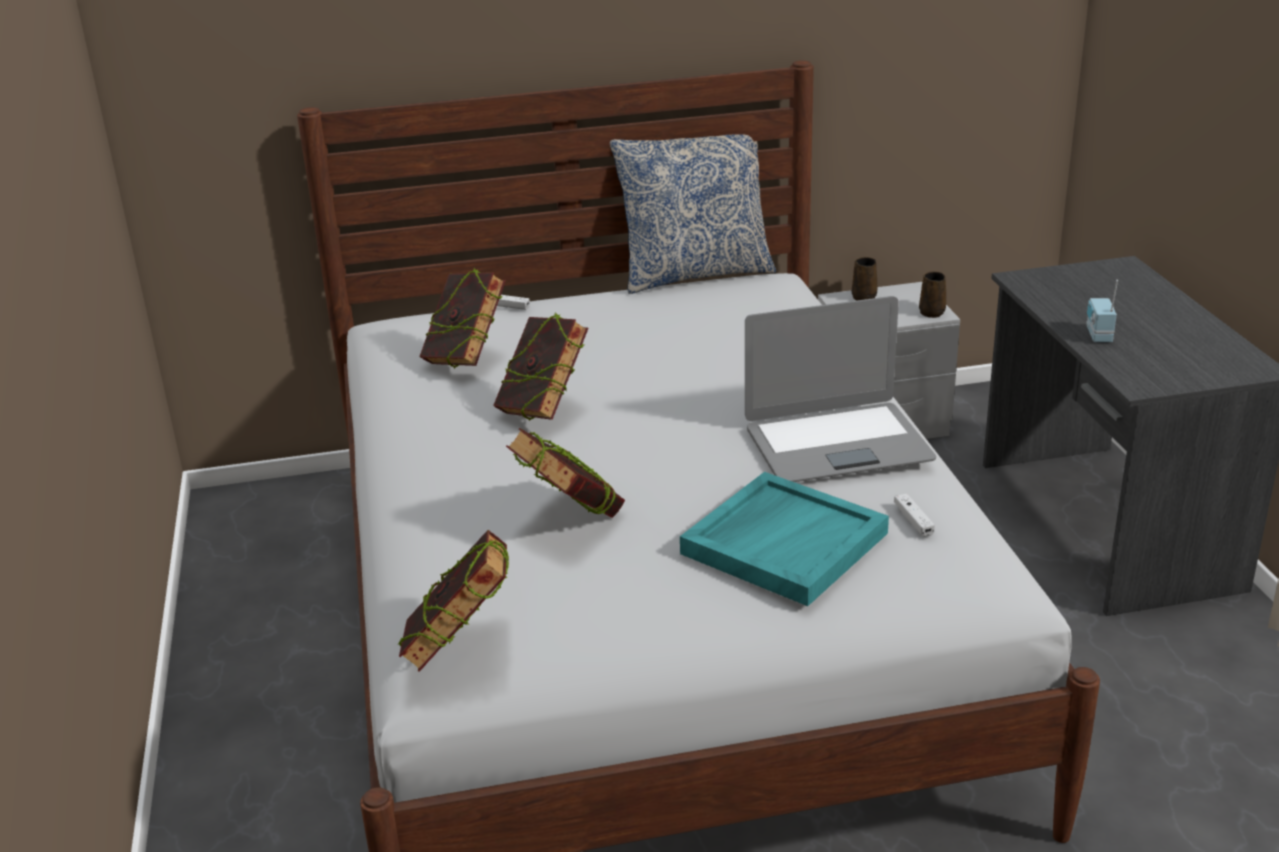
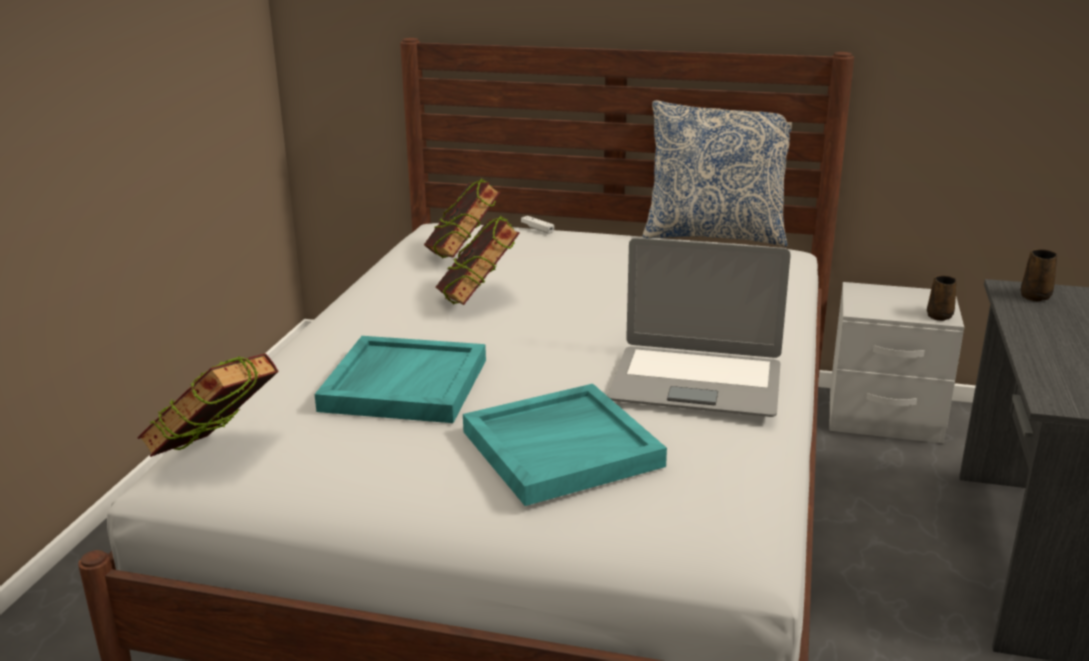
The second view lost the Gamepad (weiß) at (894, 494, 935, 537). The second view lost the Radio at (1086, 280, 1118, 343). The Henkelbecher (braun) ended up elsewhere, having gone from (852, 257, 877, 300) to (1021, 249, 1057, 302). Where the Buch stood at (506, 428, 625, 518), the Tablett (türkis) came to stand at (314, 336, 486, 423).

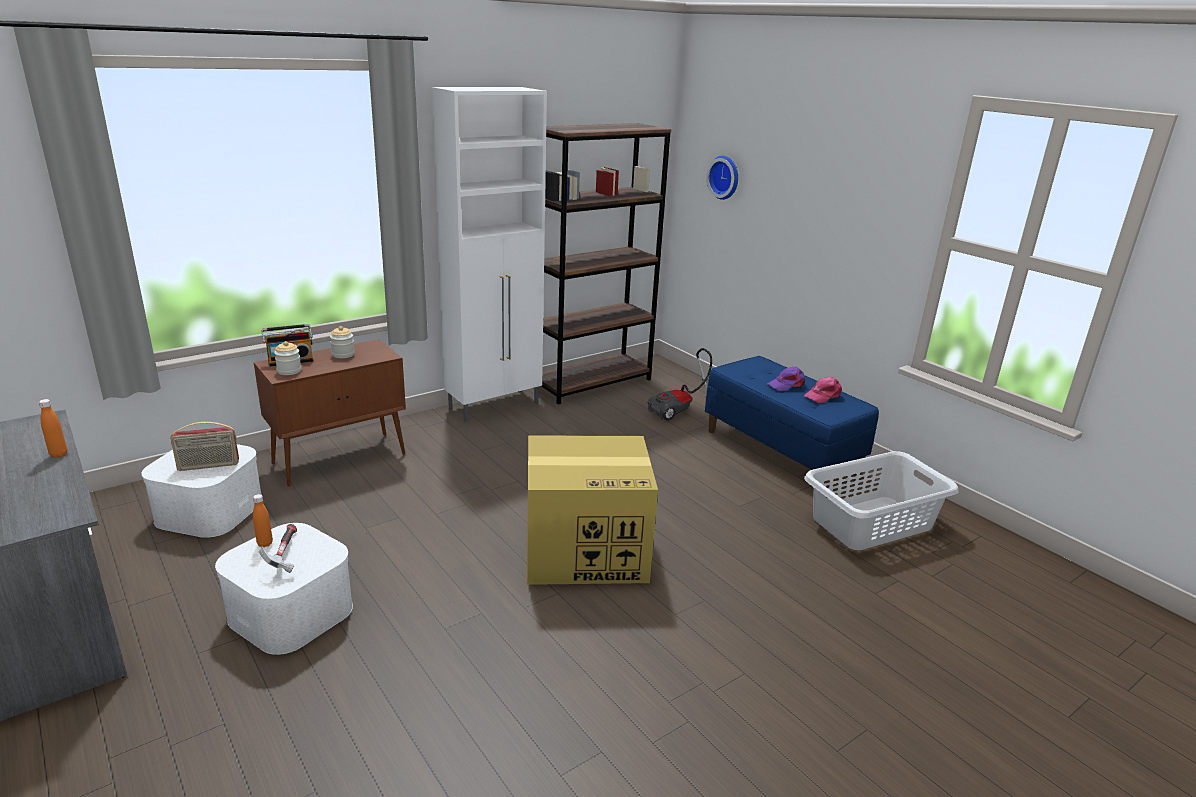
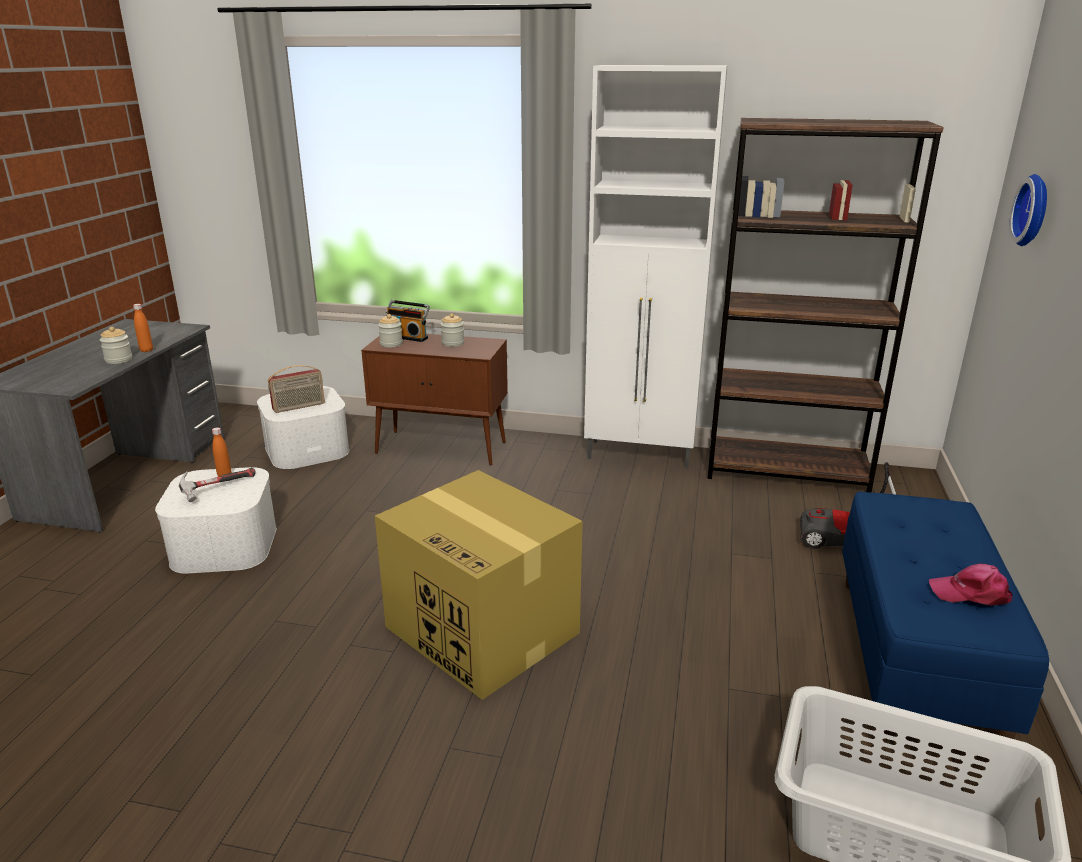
The second view lost the Kappe (lila) at (767, 367, 805, 391). The second view gained the Vorratsglas at (100, 327, 132, 364). The Radio at (170, 422, 239, 471) ended up facing another way, 60 degrees counterclockwise from before.

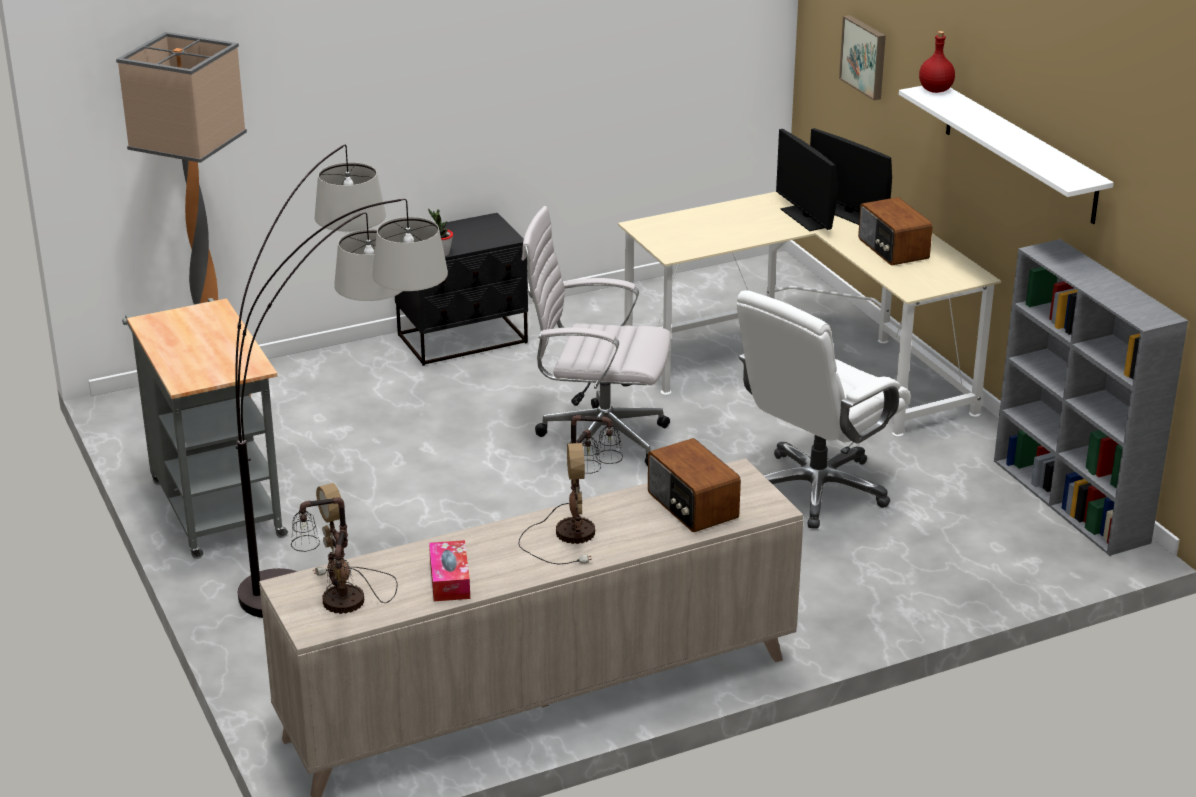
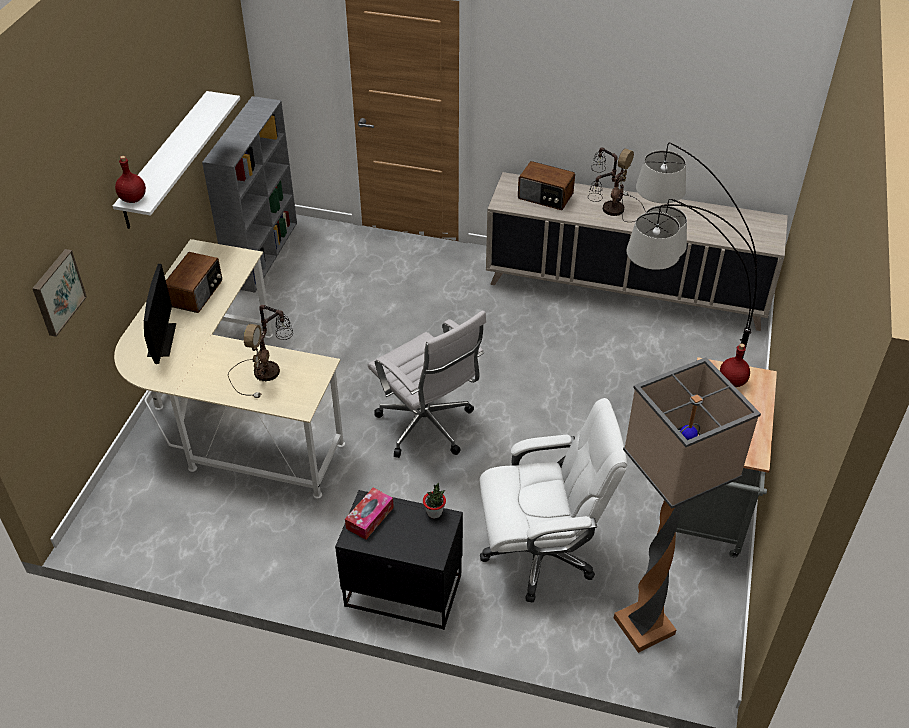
The second view lost the Monitor at (776, 129, 837, 231). The second view gained the Flasche (rot) at (720, 343, 750, 387). The Tischlampe ended up elsewhere, having gone from (291, 483, 397, 614) to (228, 305, 293, 398). The Taschentuchbox ended up elsewhere, having gone from (429, 540, 470, 601) to (345, 488, 394, 540). The Bürostuhl (weiß) ended up elsewhere, having gone from (737, 291, 911, 529) to (480, 398, 627, 603). The Radio at (648, 438, 741, 532) ended up facing another way, 105 degrees clockwise from before.

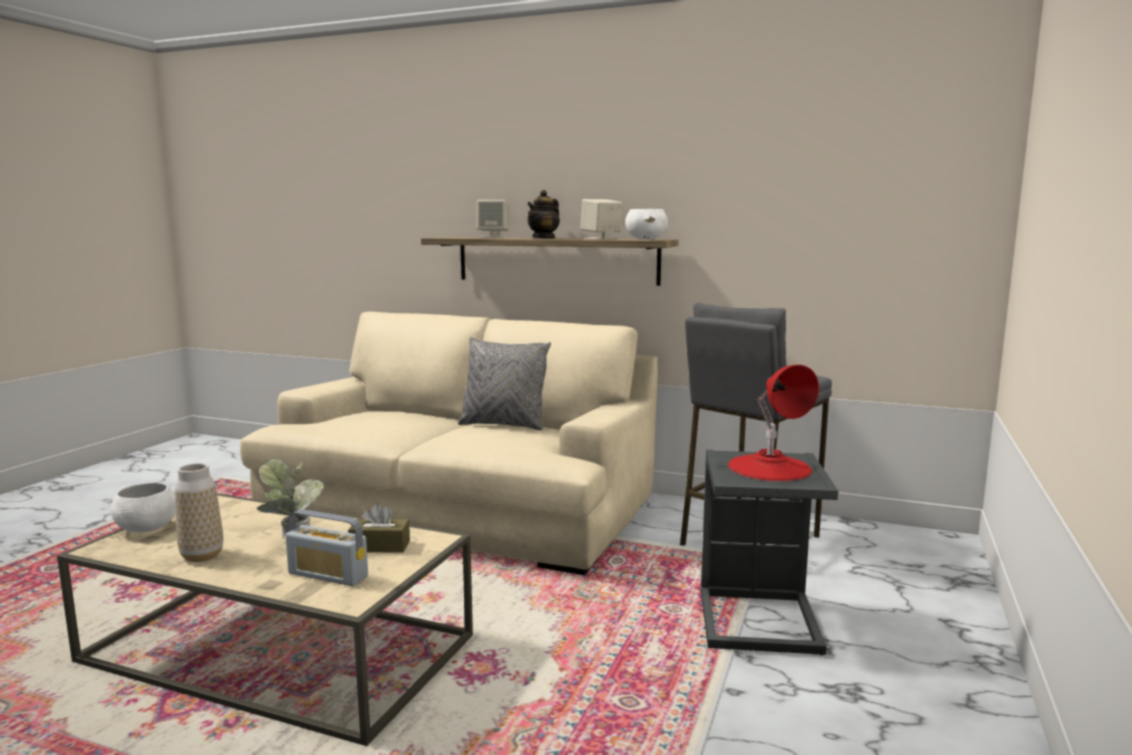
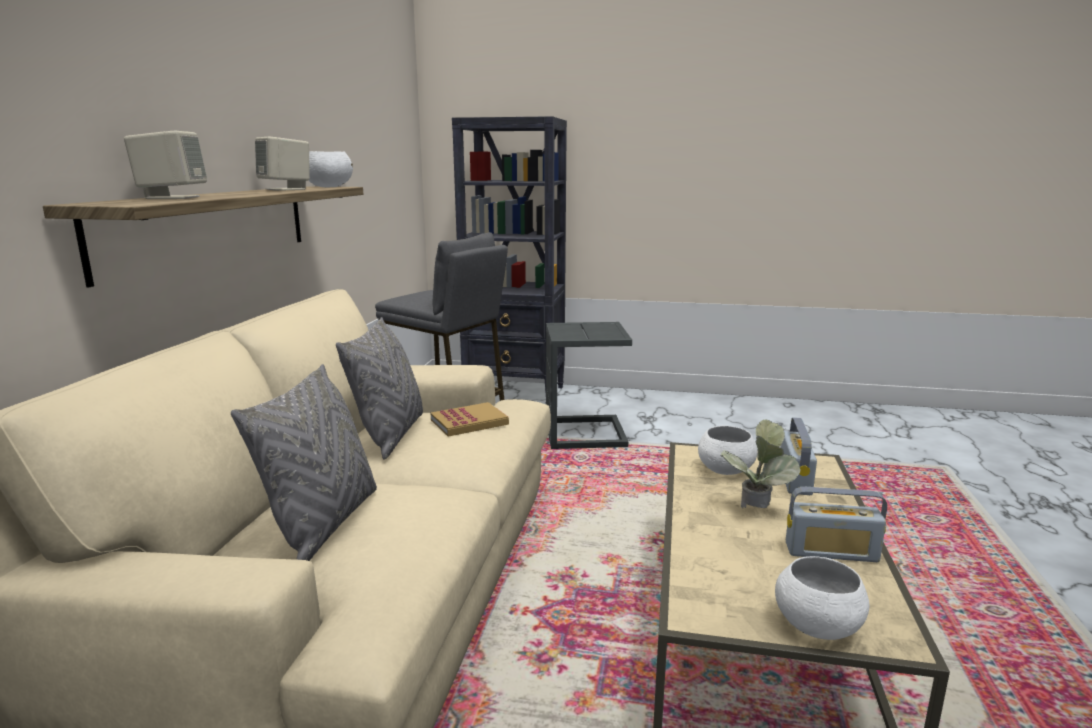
The second view lost the Teekanne at (527, 190, 560, 239). The second view lost the Tischlampe (rot) at (728, 365, 819, 481). The second view gained the Kissen (grau) at (231, 364, 377, 561). The second view gained the Buch at (431, 402, 509, 437). The second view gained the Bücherregal (schwarz) at (452, 116, 567, 392). Where the Vase stood at (175, 463, 223, 562), the Radio came to stand at (786, 487, 887, 562). Where the Taschentuchbox (braun) stood at (348, 503, 410, 553), the Schüssel (weiß) came to stand at (698, 425, 758, 475).

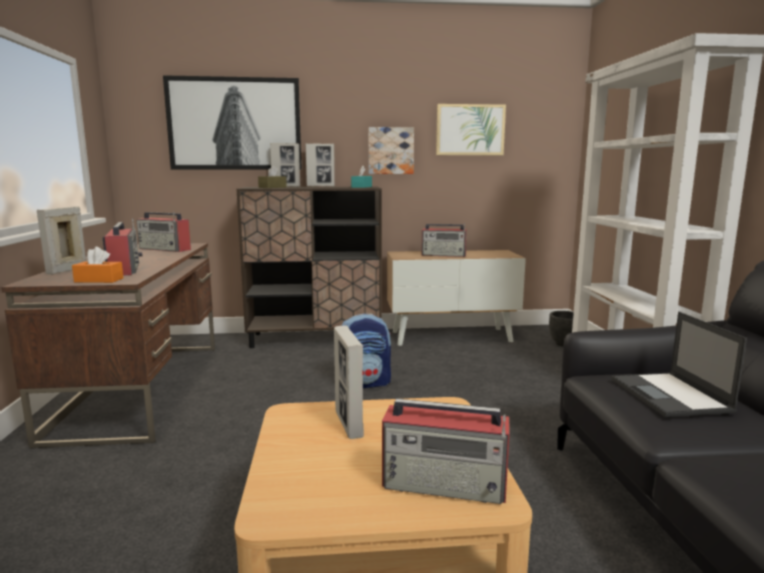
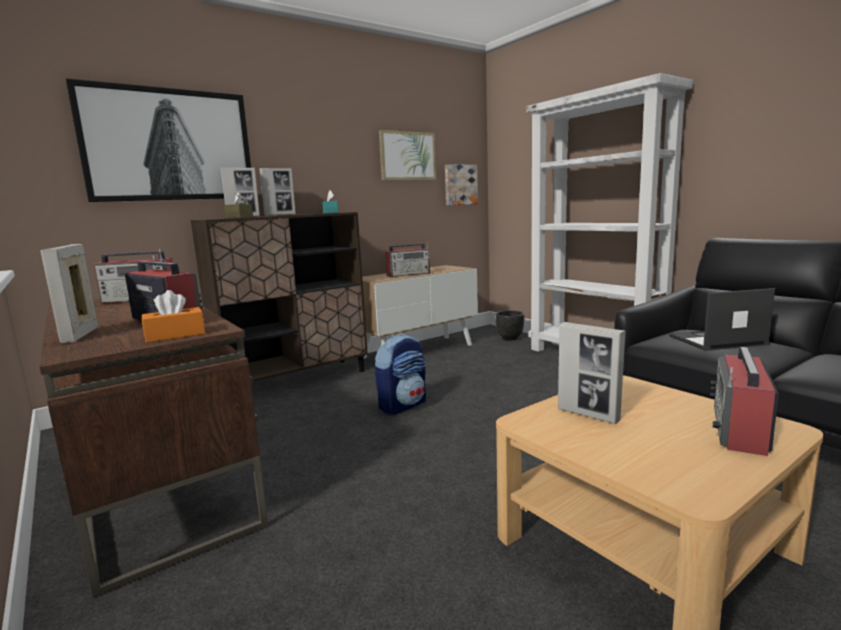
The Bild ended up elsewhere, having gone from (368, 127, 414, 174) to (445, 164, 478, 206). The Radio at (382, 399, 510, 504) ended up facing another way, 135 degrees clockwise from before. The Laptop at (612, 312, 747, 417) ended up facing another way, 120 degrees clockwise from before.

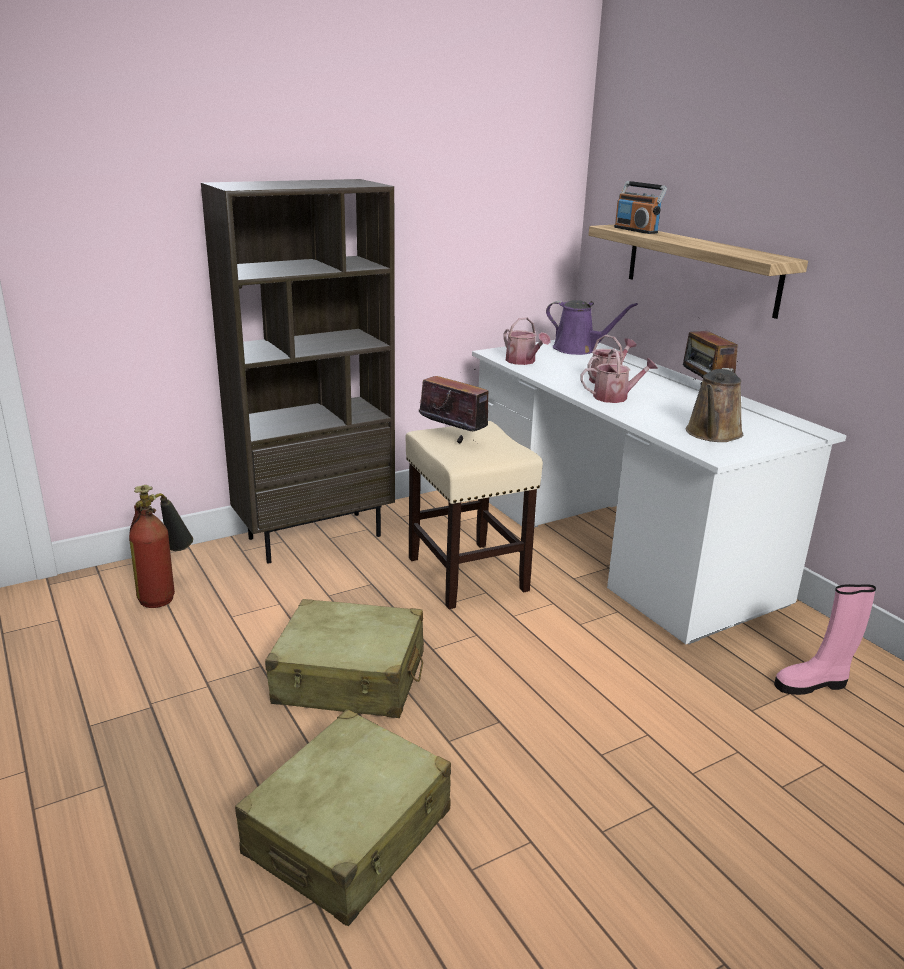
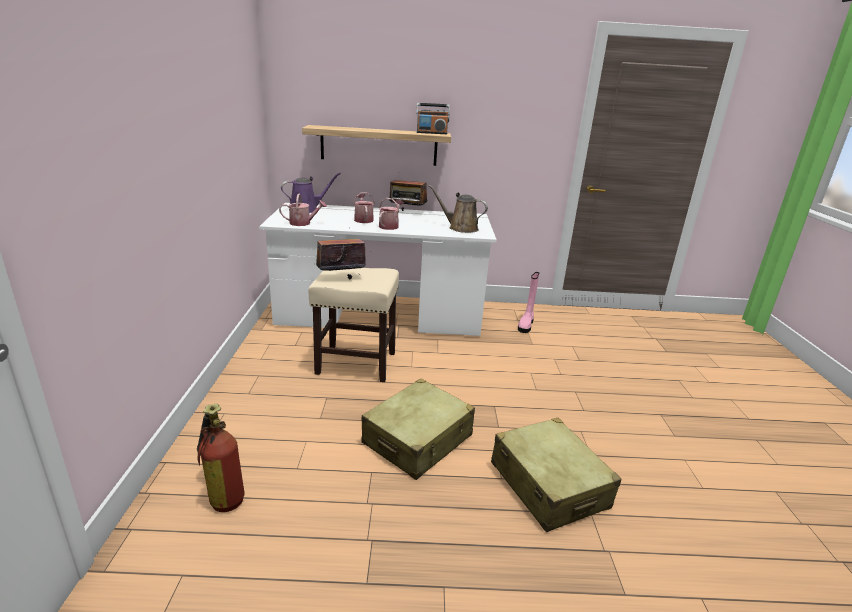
The second view lost the Bücherregal (braun) at (201, 179, 395, 564). The Radio ended up elsewhere, having gone from (614, 181, 667, 234) to (416, 103, 450, 134). The Gießkanne (braun) at (686, 368, 743, 442) ended up facing another way, 150 degrees clockwise from before.

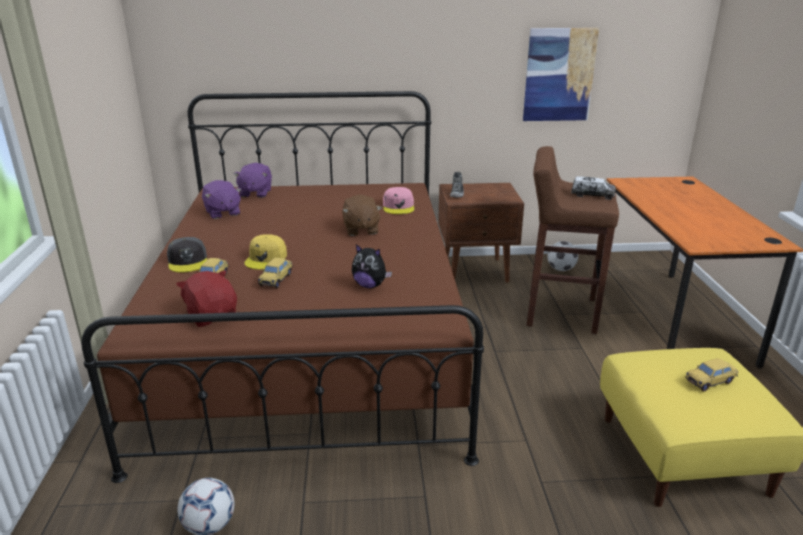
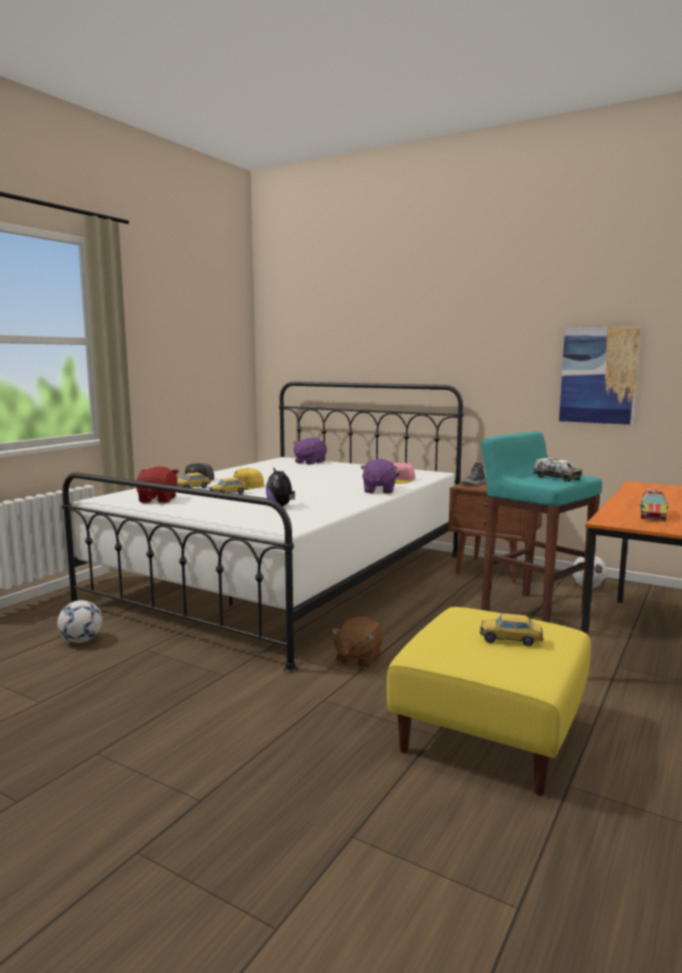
The second view gained the Spielzeuglaster at (640, 489, 669, 521). The Plüschtier (lila) ended up elsewhere, having gone from (202, 180, 242, 219) to (361, 459, 397, 494). The Plüschtier (braun) ended up elsewhere, having gone from (342, 195, 382, 236) to (331, 617, 383, 668). What was the Bett (braun) at (81, 91, 484, 483) turned into the Bett (weiß) at (62, 382, 464, 673). What was the Hocker (braun) at (526, 146, 619, 334) turned into the Hocker (türkis) at (481, 432, 602, 623).

